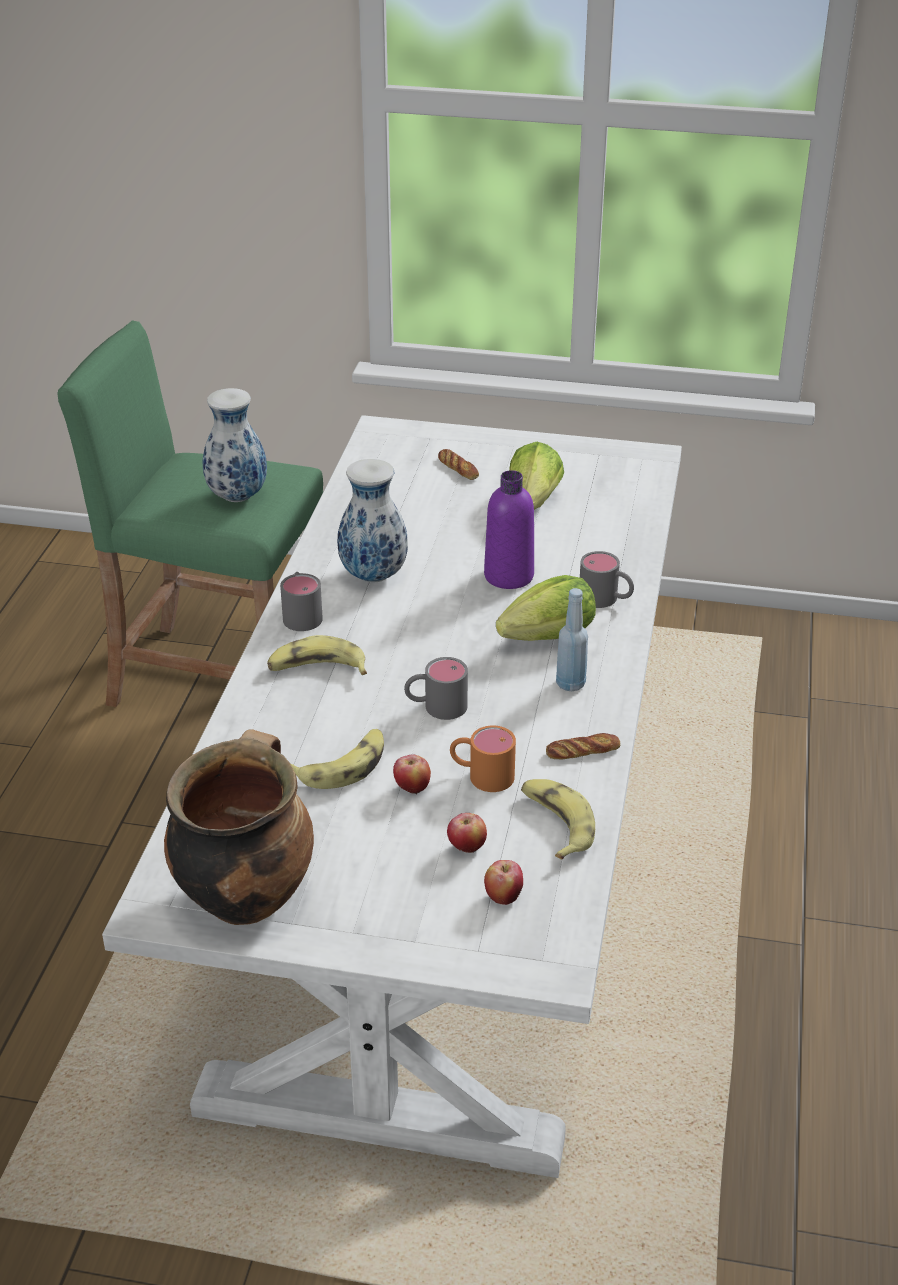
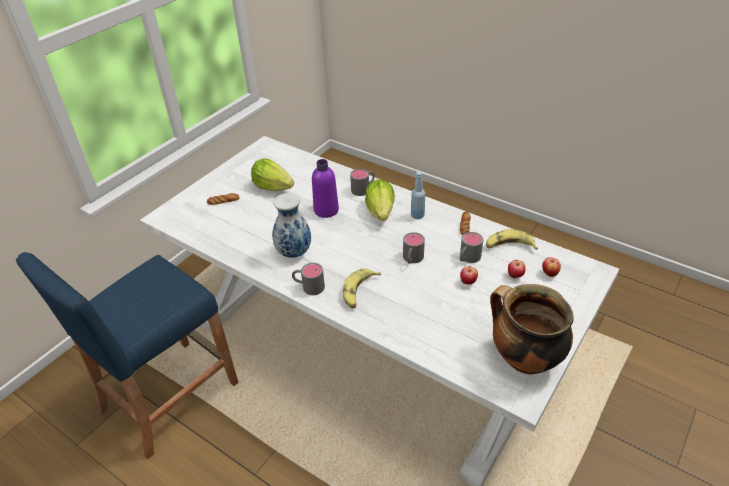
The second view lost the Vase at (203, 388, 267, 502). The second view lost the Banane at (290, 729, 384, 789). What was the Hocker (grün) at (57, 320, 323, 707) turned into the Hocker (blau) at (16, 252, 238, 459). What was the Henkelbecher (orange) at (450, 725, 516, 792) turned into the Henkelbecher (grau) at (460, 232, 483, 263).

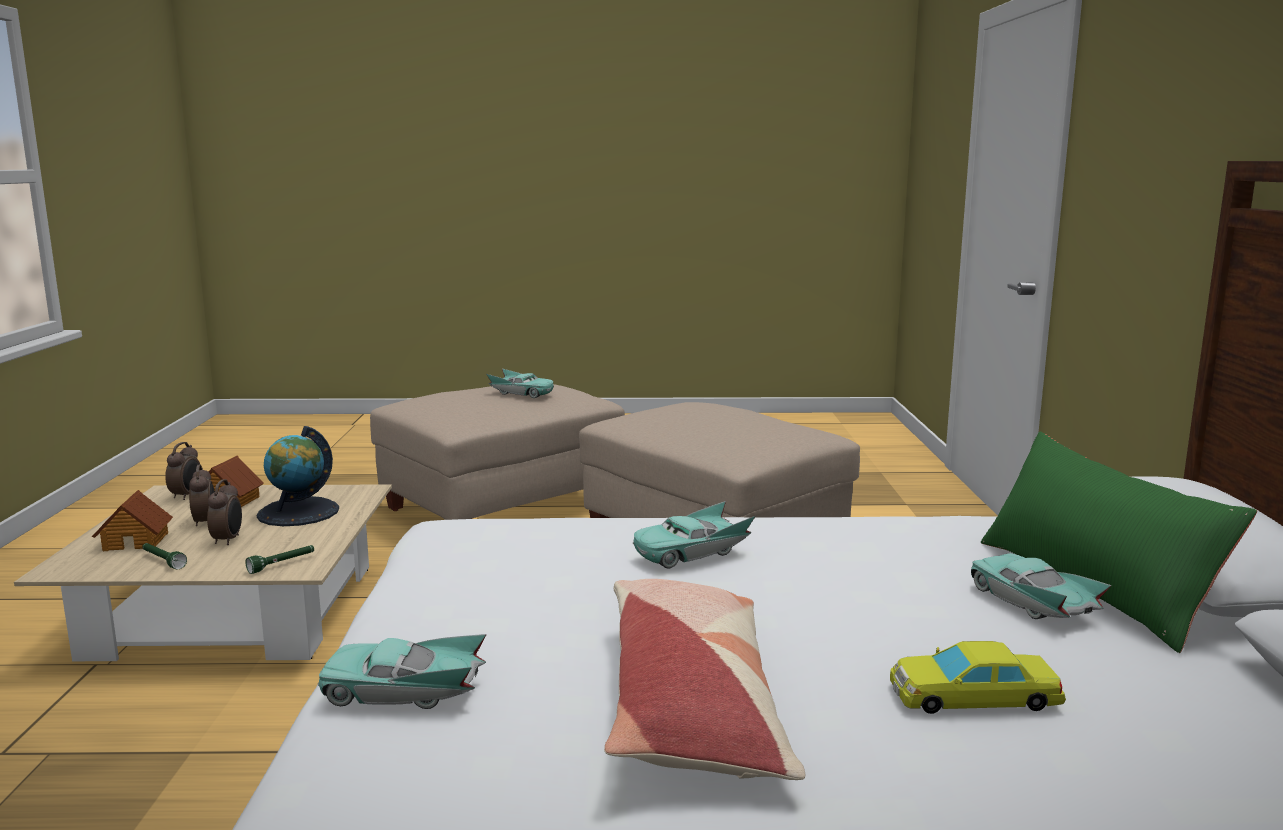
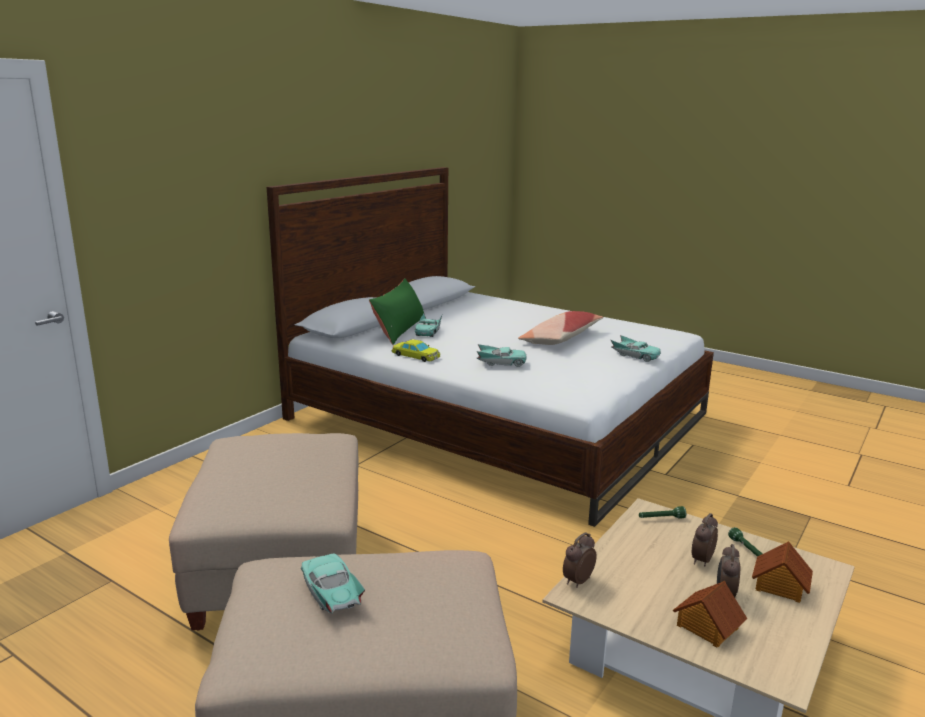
The second view lost the Globus at (256, 426, 339, 526). The Wecker ended up elsewhere, having gone from (165, 442, 200, 500) to (563, 533, 597, 588). The Spielzeugauto (gelb) ended up elsewhere, having gone from (890, 641, 1066, 714) to (392, 339, 440, 362).

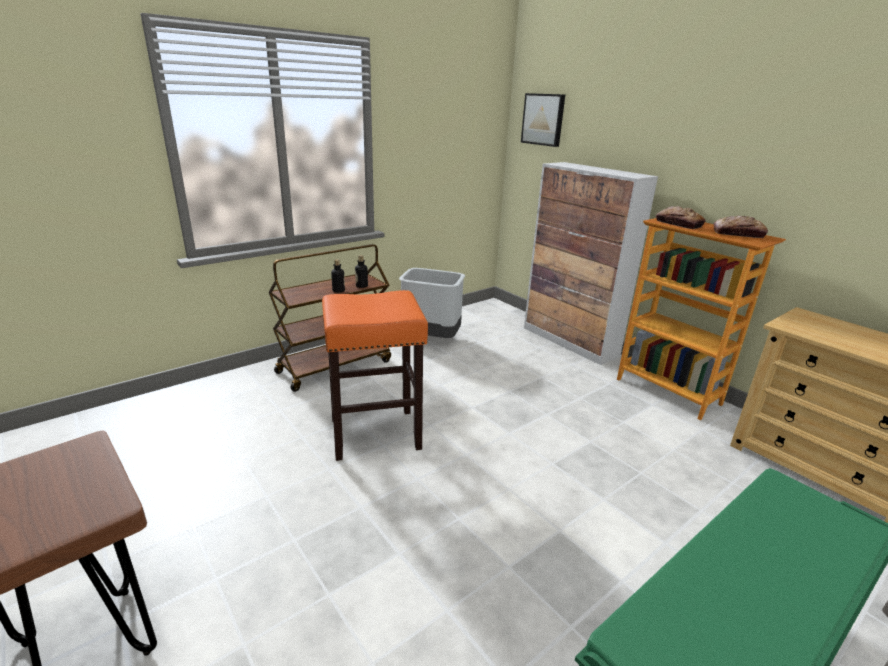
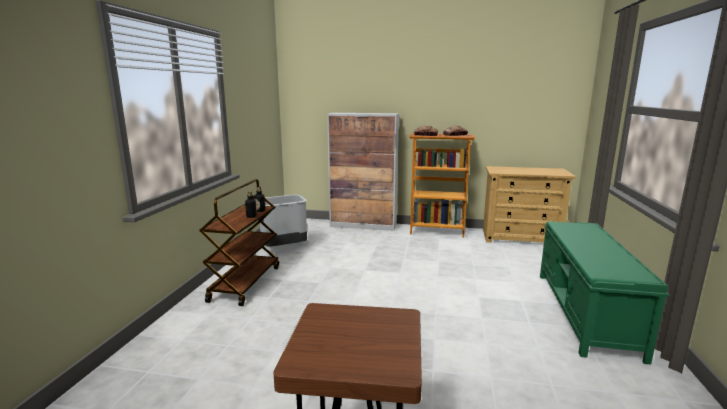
The second view lost the Hocker (orange) at (322, 290, 428, 461). The second view lost the Bild at (521, 93, 565, 147).

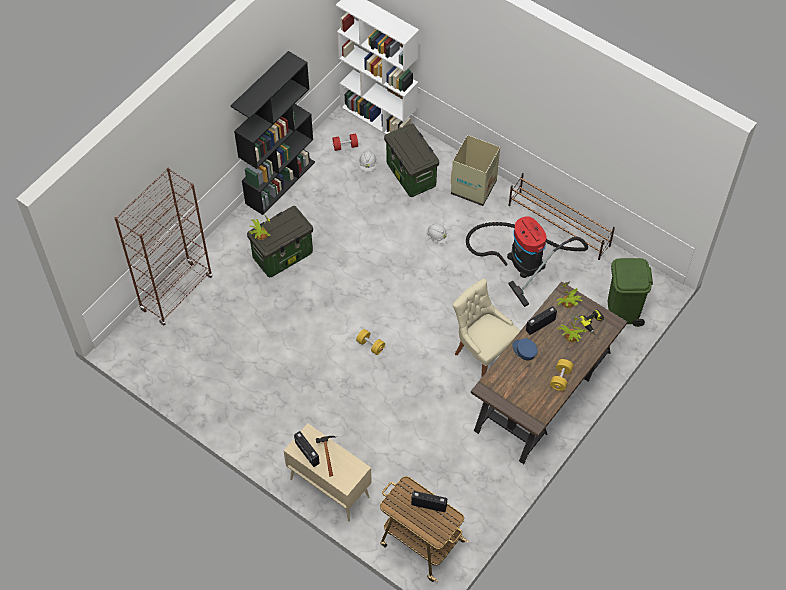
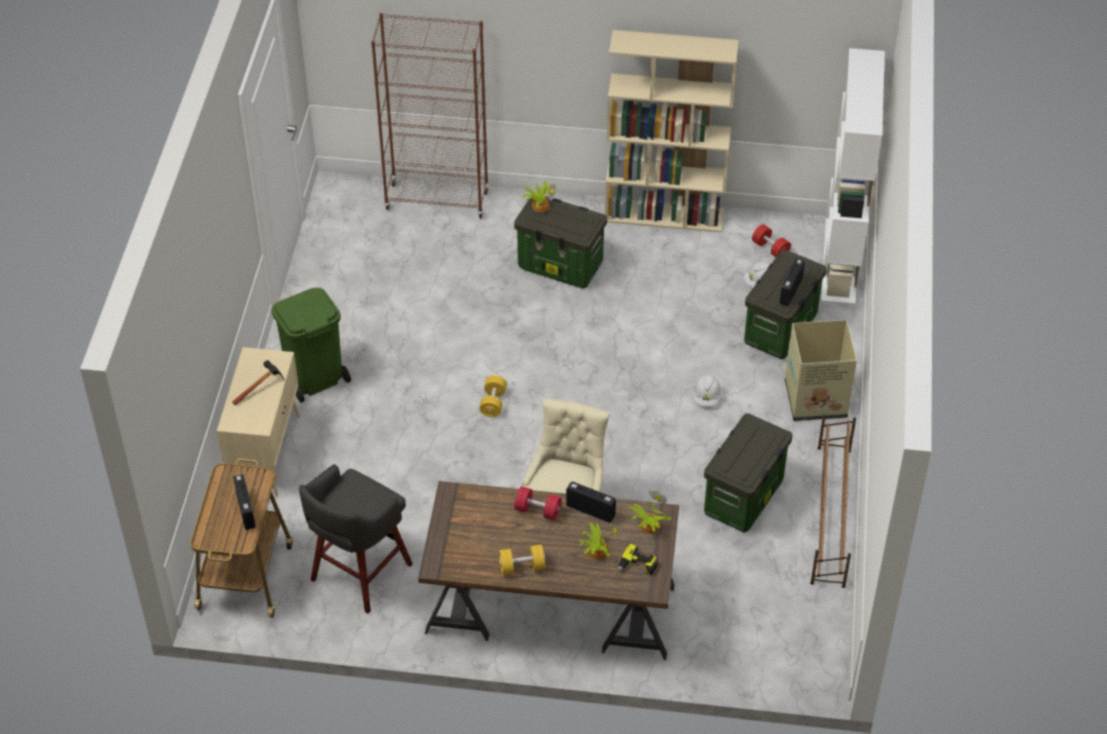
The second view gained the Hocker (grau) at (299, 464, 413, 614). The Radio ended up elsewhere, having gone from (294, 431, 320, 467) to (780, 258, 805, 306). The Mülleimer (grün) ended up elsewhere, having gone from (608, 258, 653, 327) to (271, 288, 351, 403). Where the Staubsauger stood at (466, 216, 588, 307), the Aufbewahrungsbox came to stand at (704, 413, 792, 532). Where the Kappe (blau) stood at (512, 338, 538, 360), the Hantel (rot) came to stand at (514, 486, 562, 520). What was the Bücherregal (schwarz) at (230, 51, 315, 215) turned into the Bücherregal (beige) at (605, 30, 739, 233).

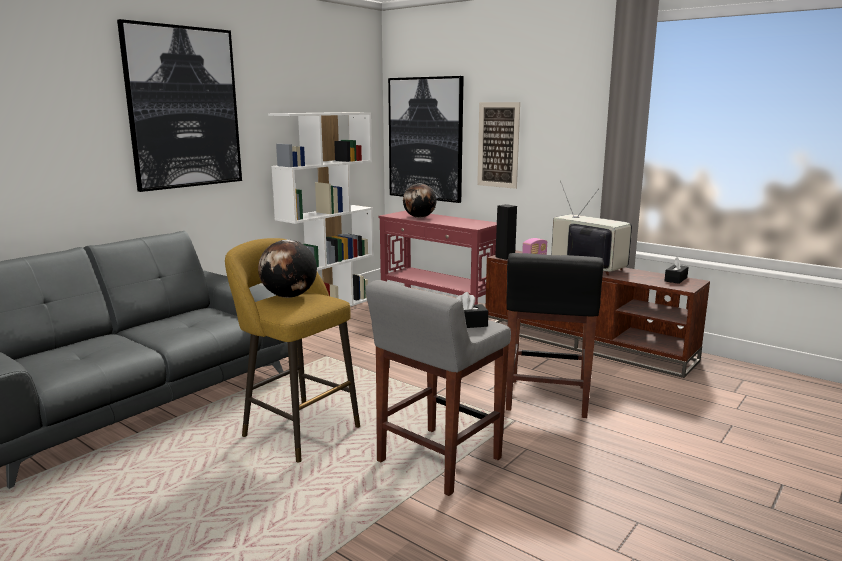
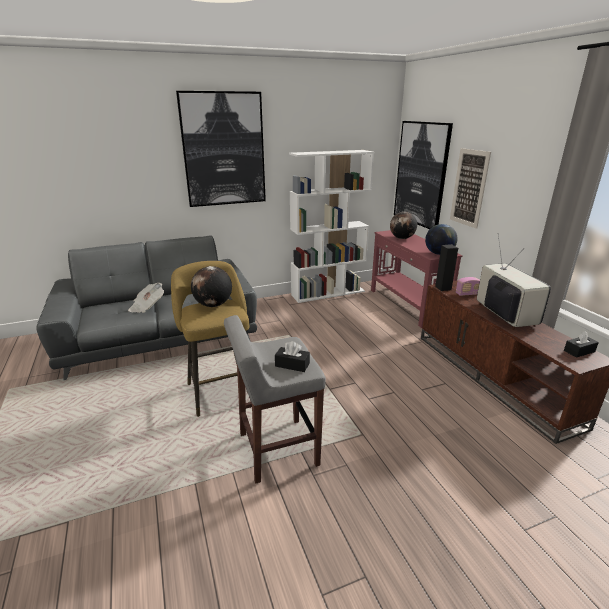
The second view lost the Hocker (schwarz) at (506, 253, 604, 418). The second view gained the Zeitung at (128, 283, 164, 313). The second view gained the Globus at (425, 224, 457, 255).

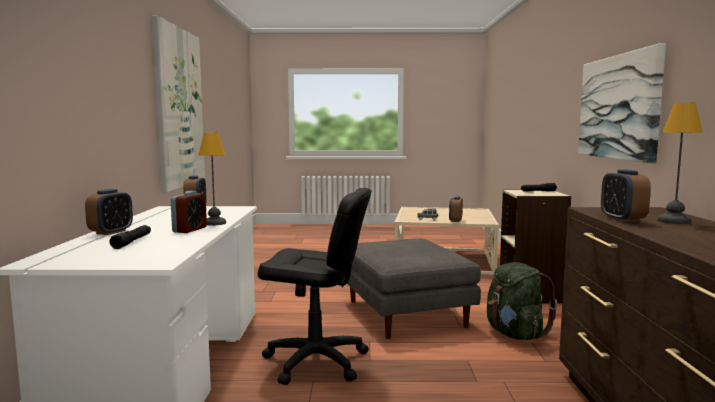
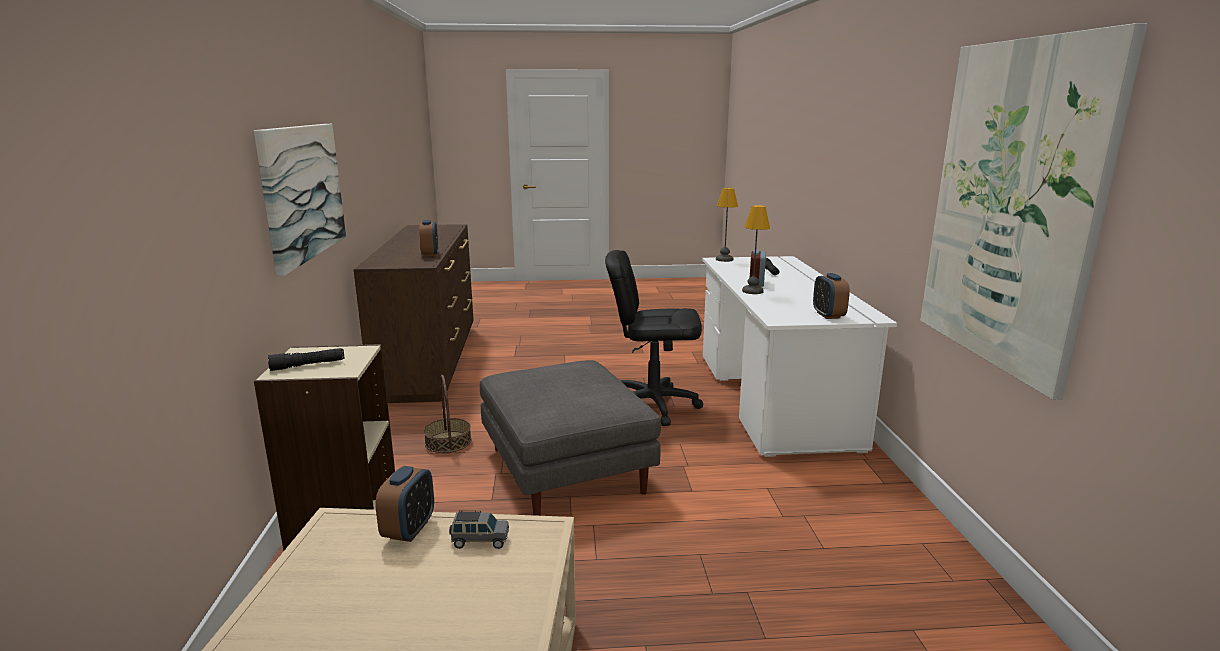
The second view lost the Wecker at (85, 189, 133, 235). The Tischlampe ended up elsewhere, having gone from (658, 103, 703, 224) to (716, 188, 738, 262). Where the Rucksack (grün) stood at (487, 262, 557, 340), the Korb came to stand at (424, 375, 471, 453).

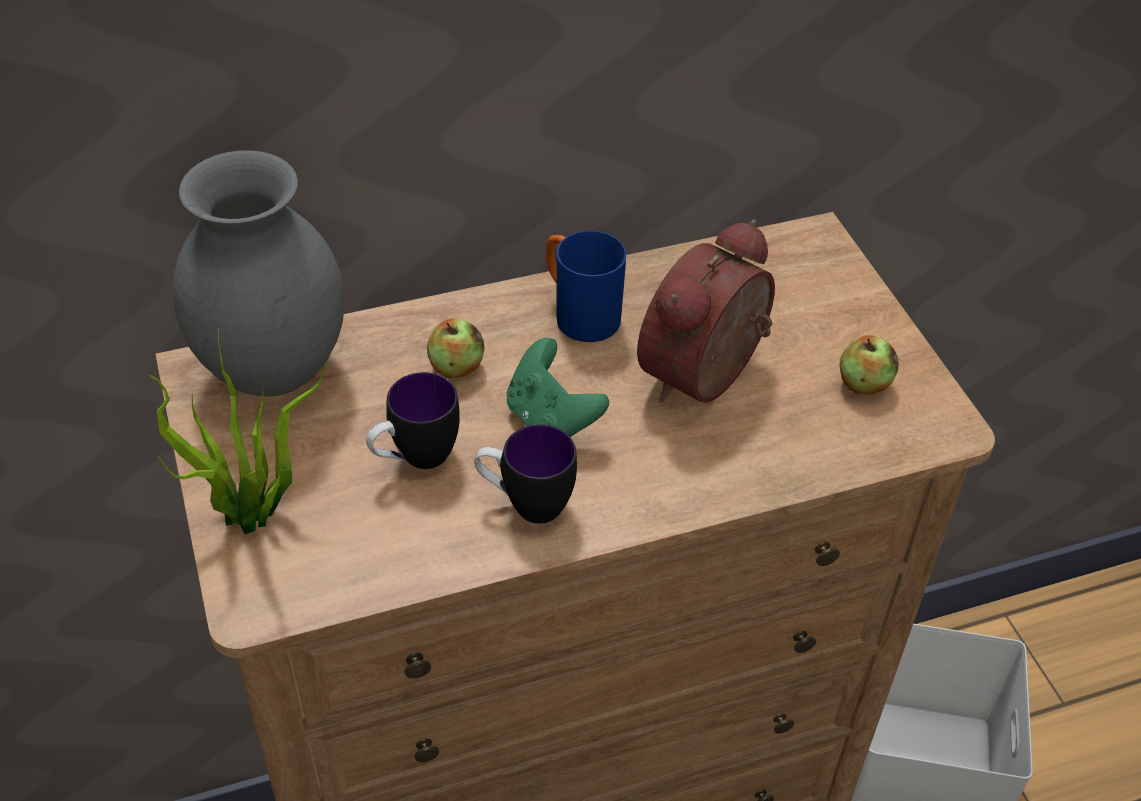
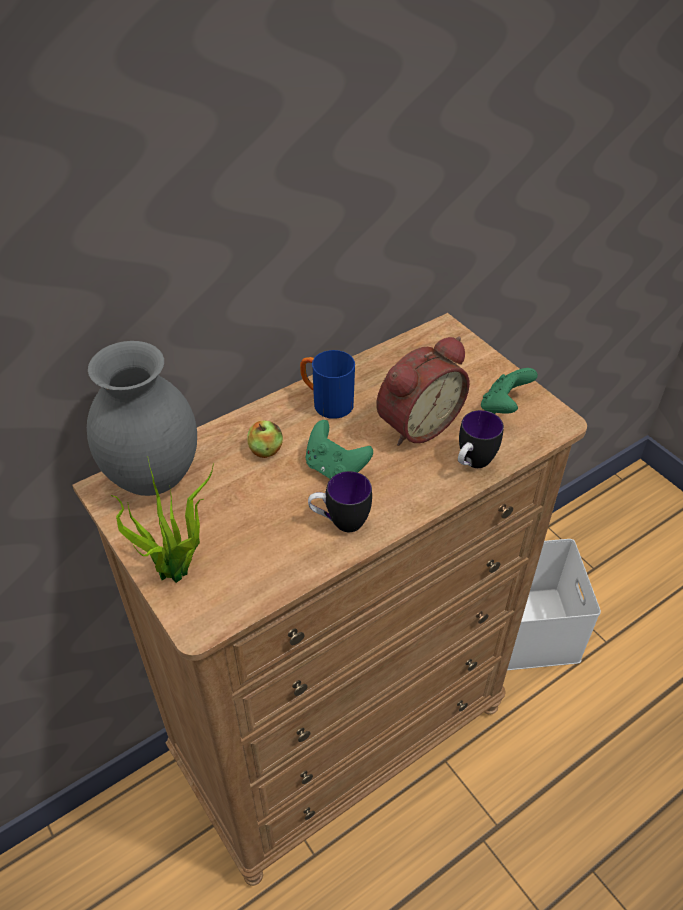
The Henkelbecher ended up elsewhere, having gone from (366, 372, 460, 469) to (458, 410, 504, 468). Where the Apfel stood at (839, 335, 899, 395), the Gamepad (grün) came to stand at (481, 368, 538, 414). The Wecker at (637, 220, 775, 403) ended up facing another way, 150 degrees counterclockwise from before.

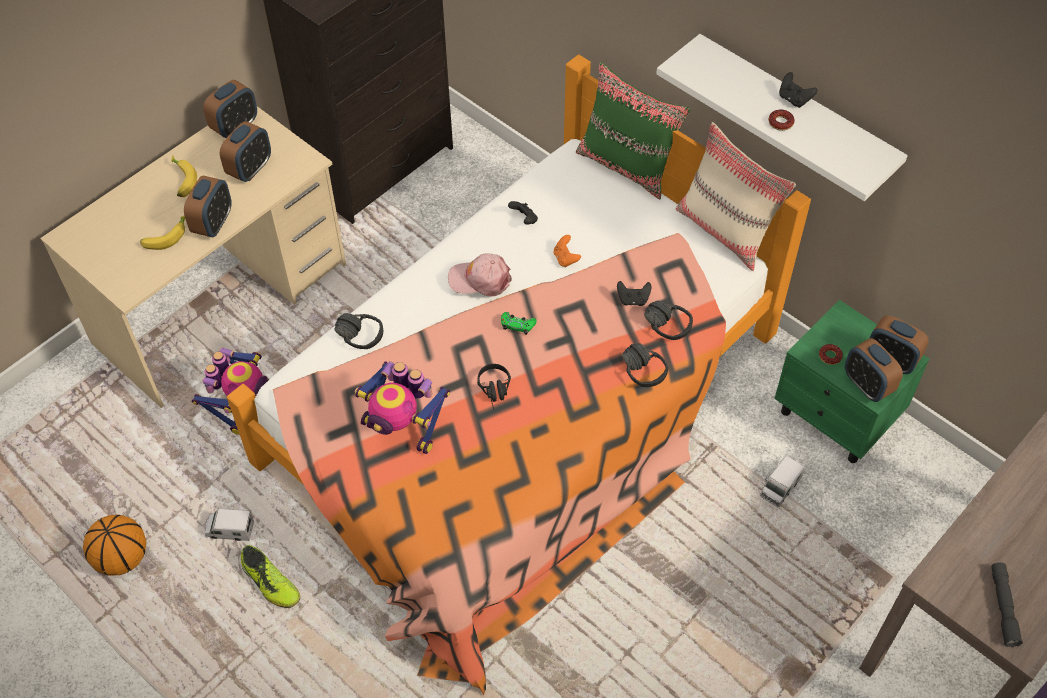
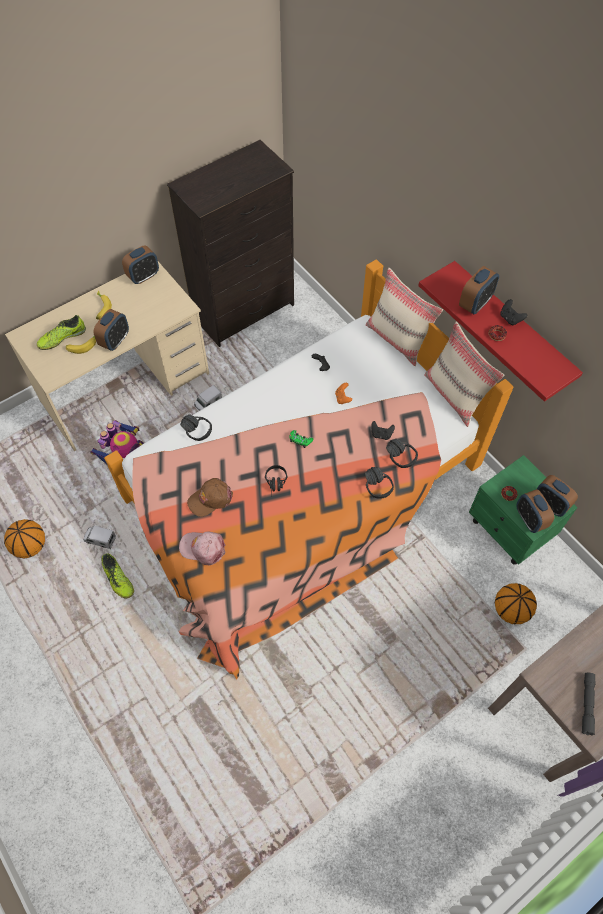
The second view gained the Schuh at (37, 315, 86, 350). The second view gained the Basketball at (495, 583, 537, 624). The Wecker ended up elsewhere, having gone from (220, 121, 271, 182) to (459, 266, 499, 314). The Kappe (rosa) ended up elsewhere, having gone from (448, 253, 512, 296) to (179, 531, 225, 565). The Spielzeuglaster ended up elsewhere, having gone from (760, 456, 805, 507) to (194, 385, 222, 411). Where the Spielzeugroboter stood at (355, 361, 450, 454), the Kappe (braun) came to stand at (187, 478, 233, 517). What was the Kissen (grün) at (576, 62, 691, 199) turned into the Kissen (beige) at (366, 268, 443, 366). What was the Wandregal (weiß) at (656, 34, 908, 201) turned into the Wandregal (rot) at (418, 261, 583, 402).

